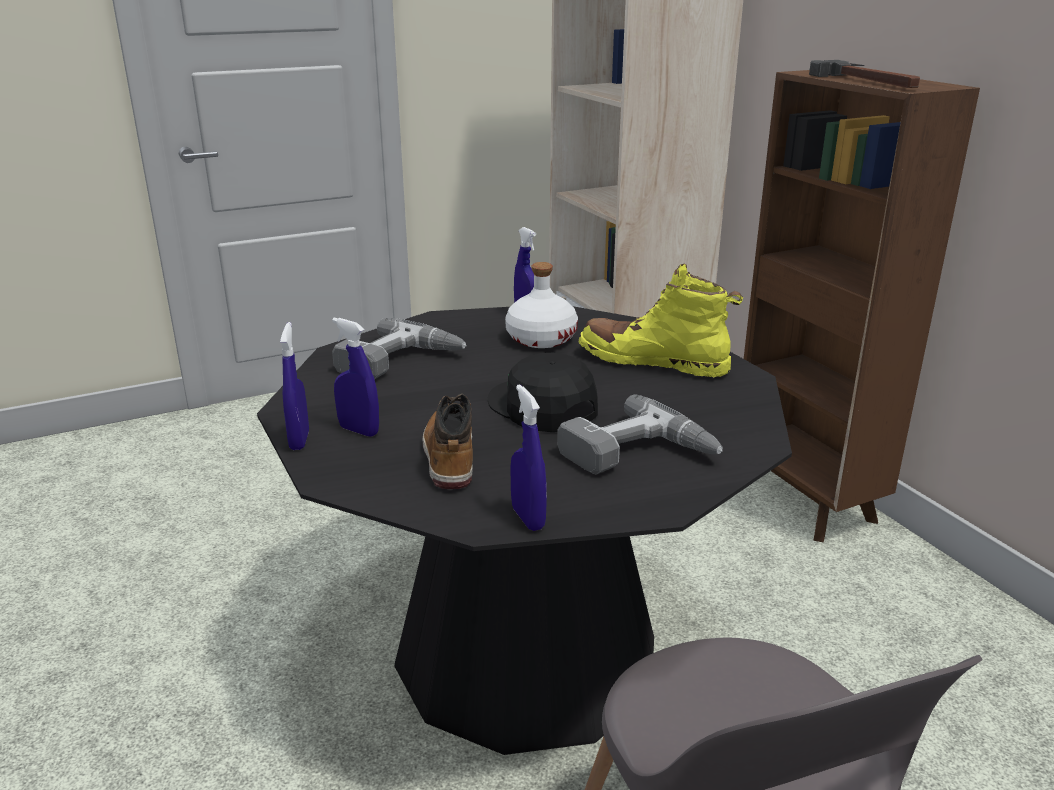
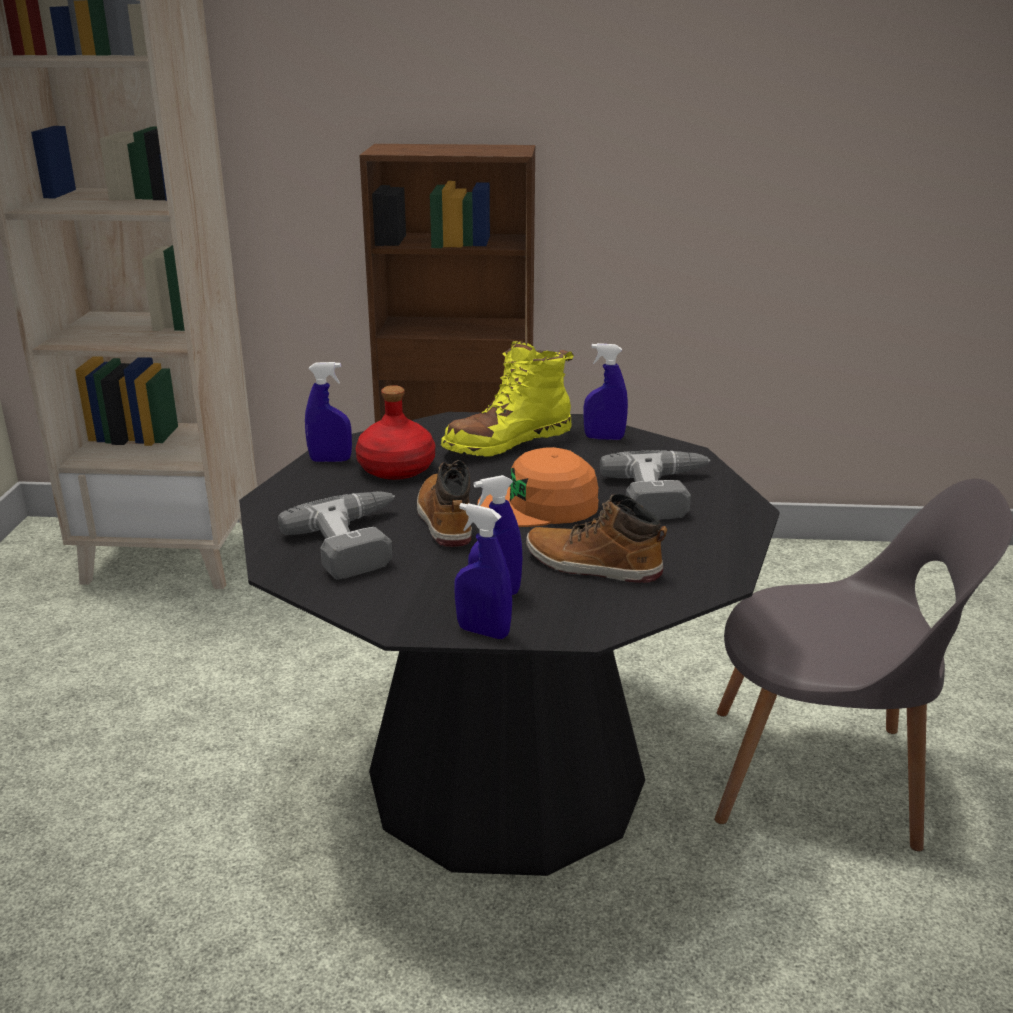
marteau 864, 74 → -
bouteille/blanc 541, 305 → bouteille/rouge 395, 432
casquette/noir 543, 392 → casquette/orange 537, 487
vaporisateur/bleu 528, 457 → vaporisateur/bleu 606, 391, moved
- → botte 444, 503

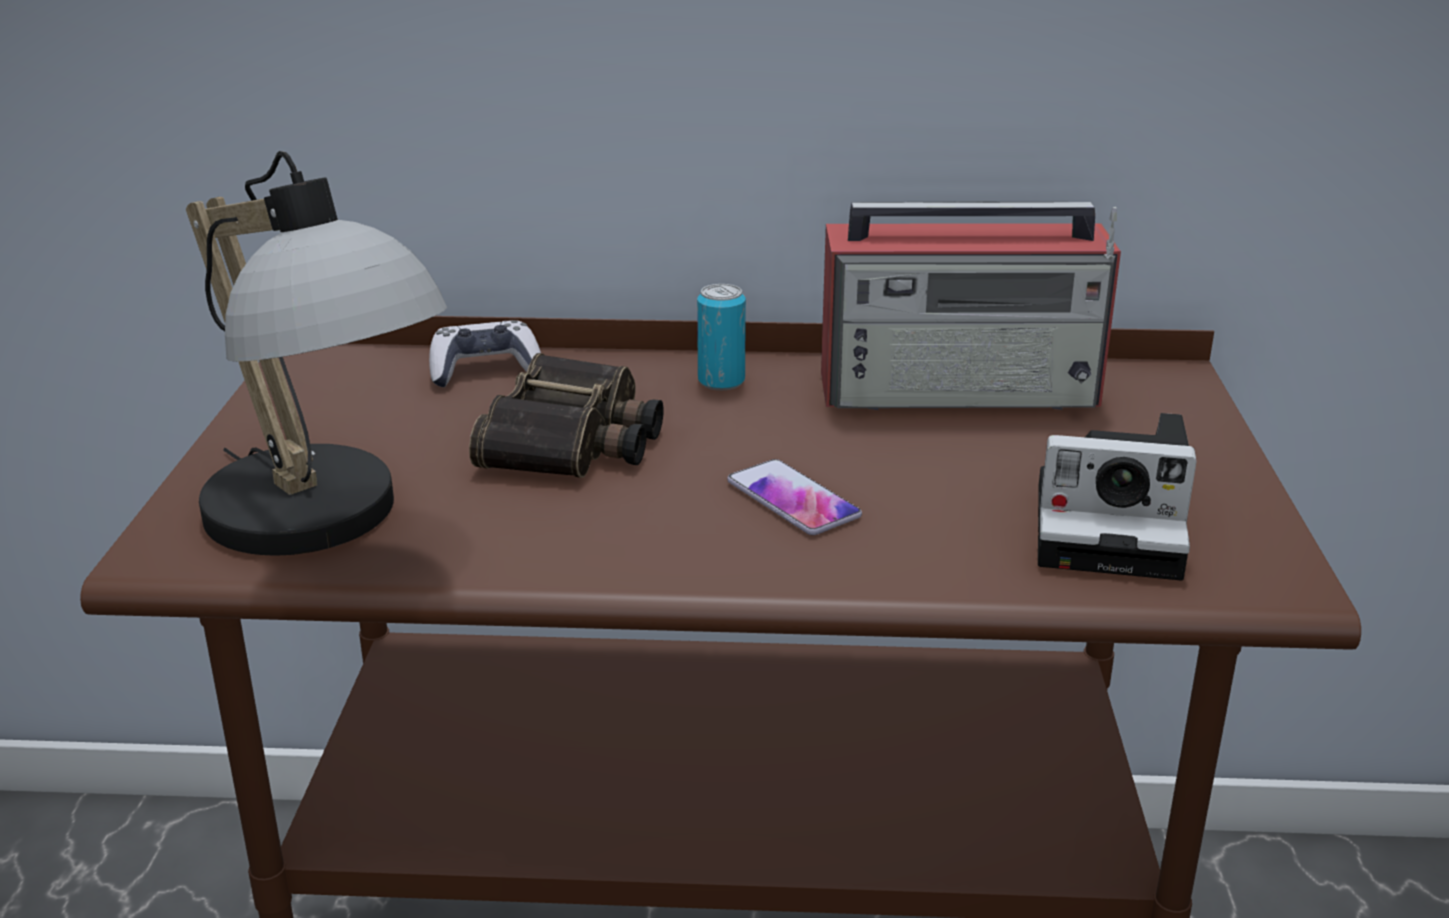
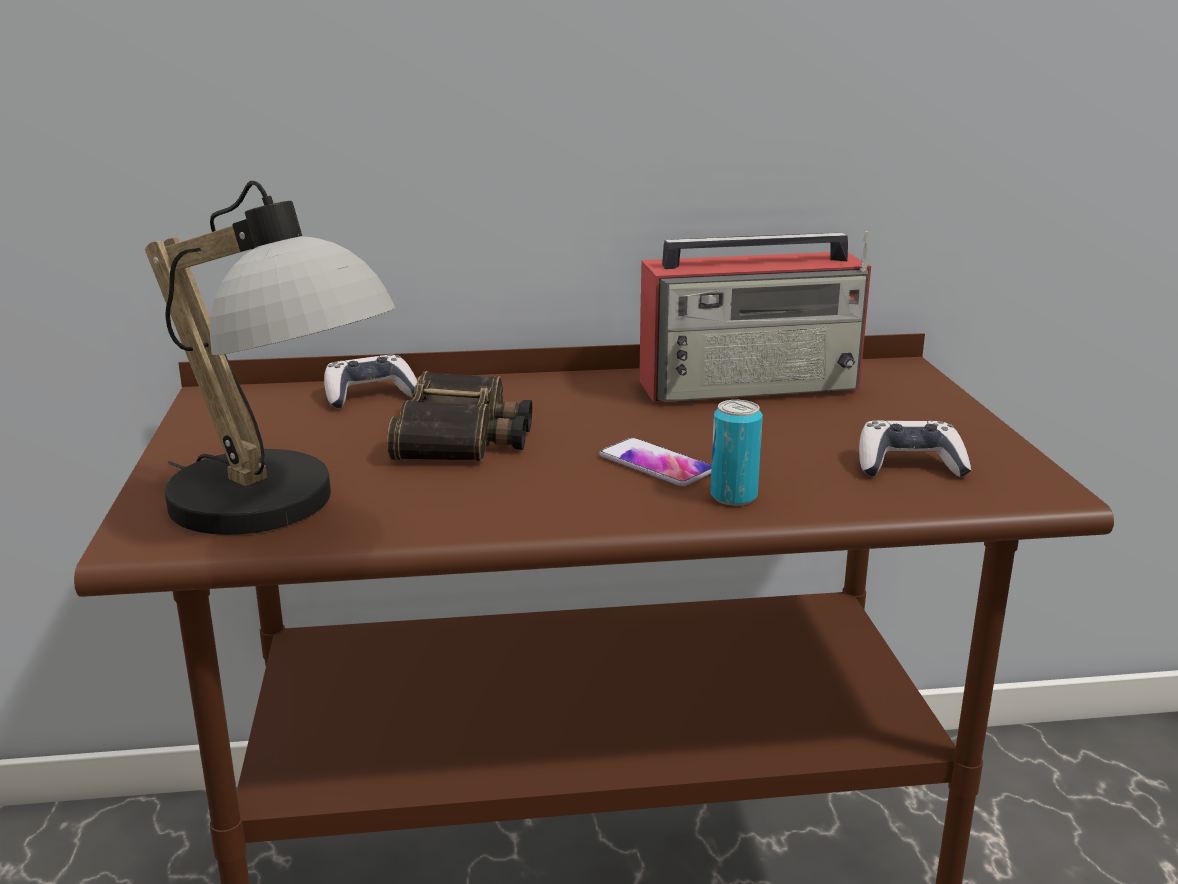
boîte métallique 721, 337 → boîte métallique 736, 453, moved
appareil photo 1117, 496 → manette 915, 448

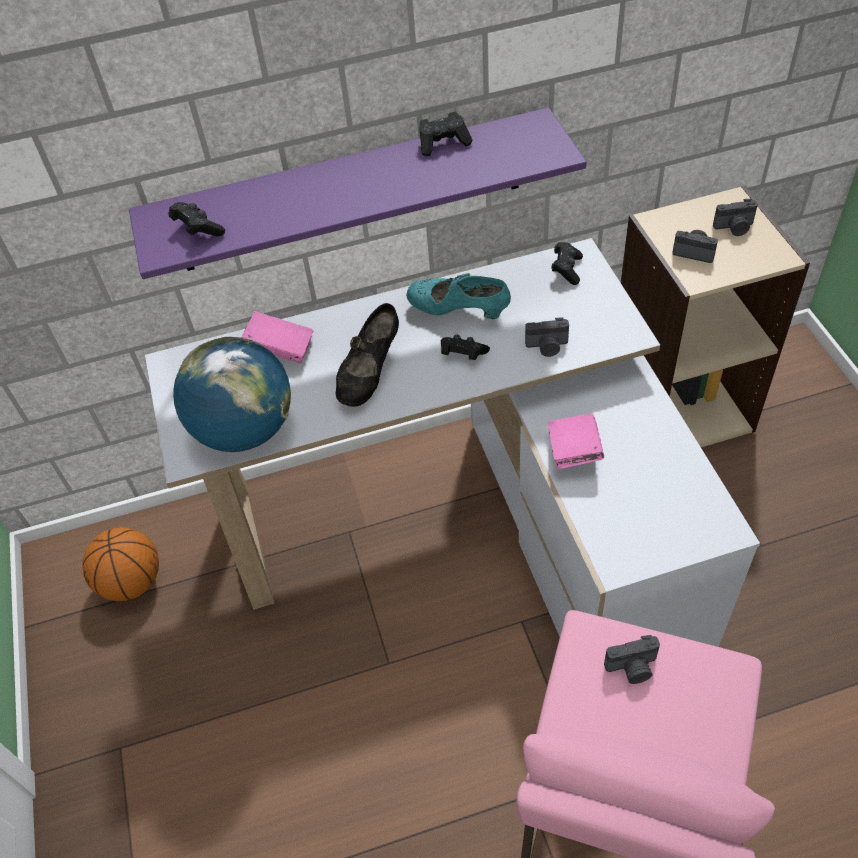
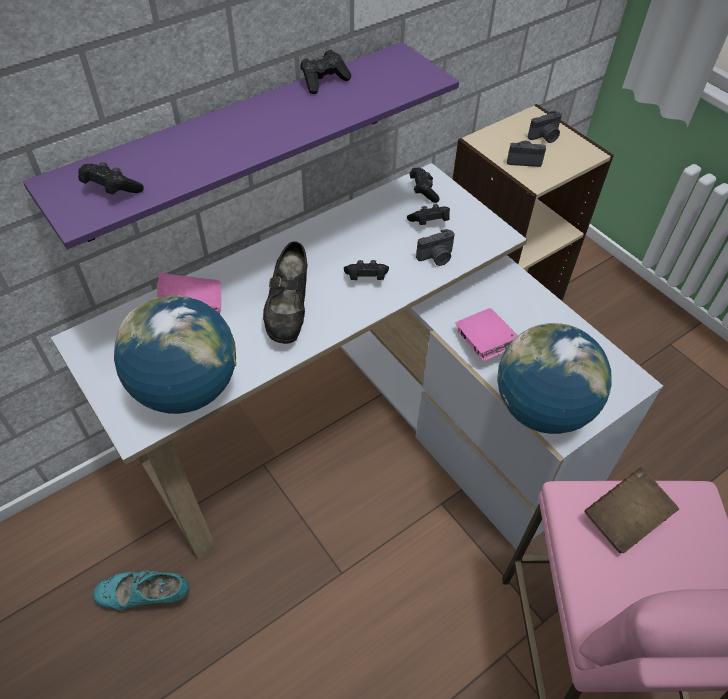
chaussure/turquoise 458, 296 → chaussure/turquoise 141, 590, moved
ballon de basket 120, 564 → -
appareil photo 632, 659 → livre/marron 632, 510
- → manette/noir 428, 214
- → globe 554, 378

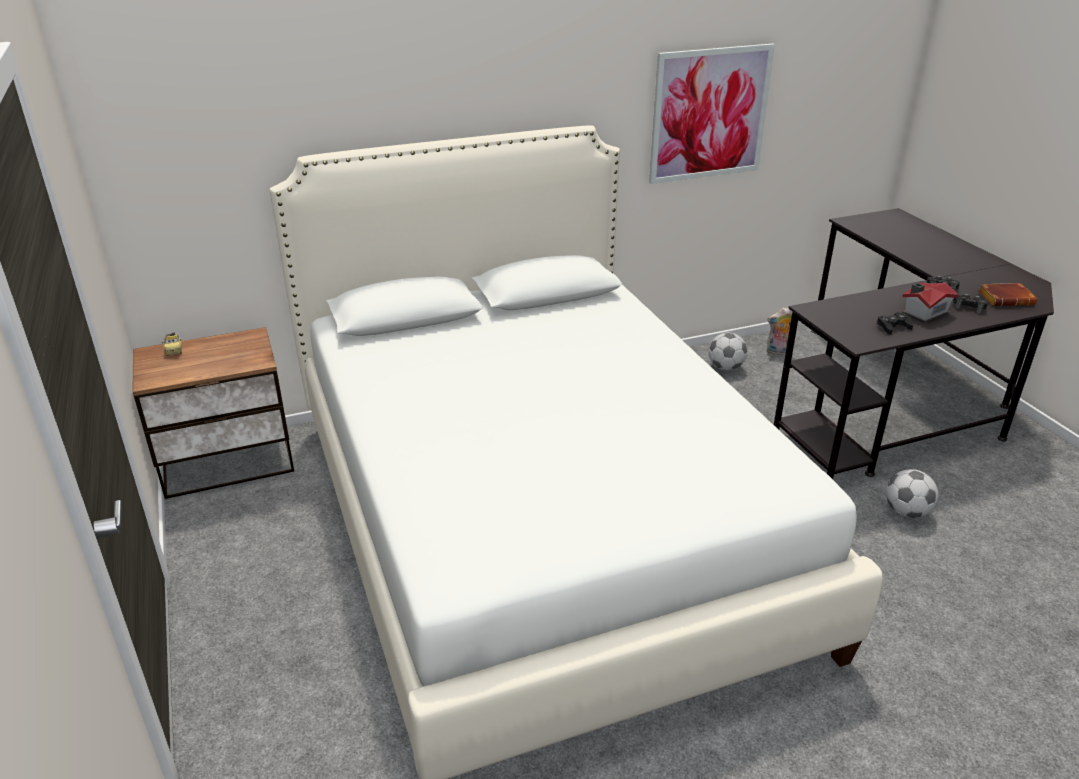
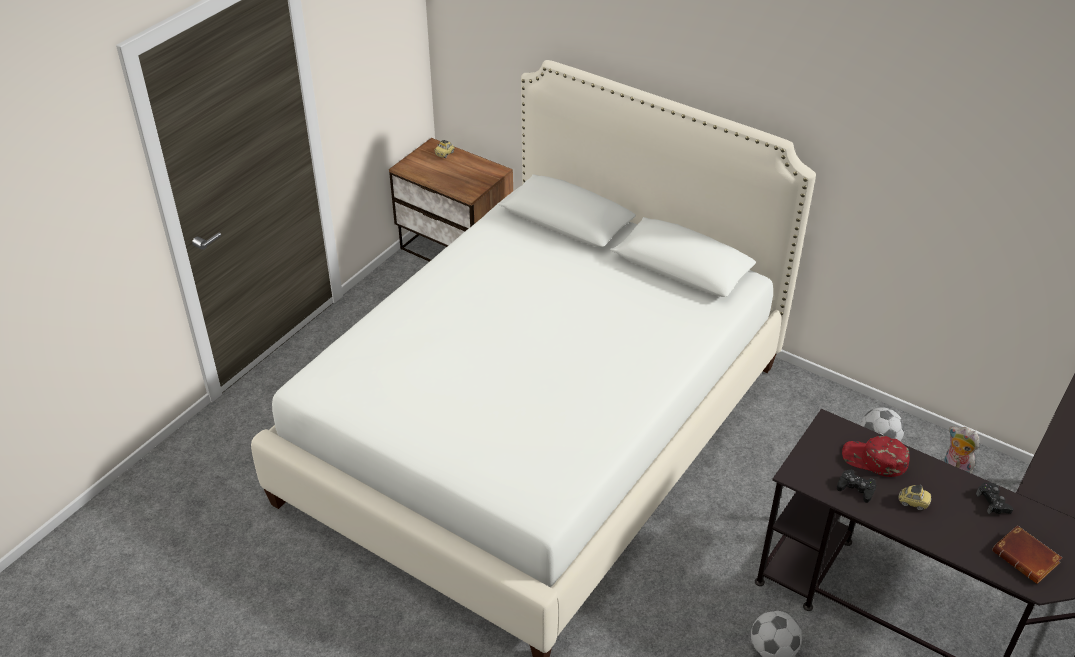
tableau 712, 113 → -
maison miniature 930, 303 → petite voiture 914, 497
manette/noir 970, 303 → -
- → casquette/rouge 876, 456

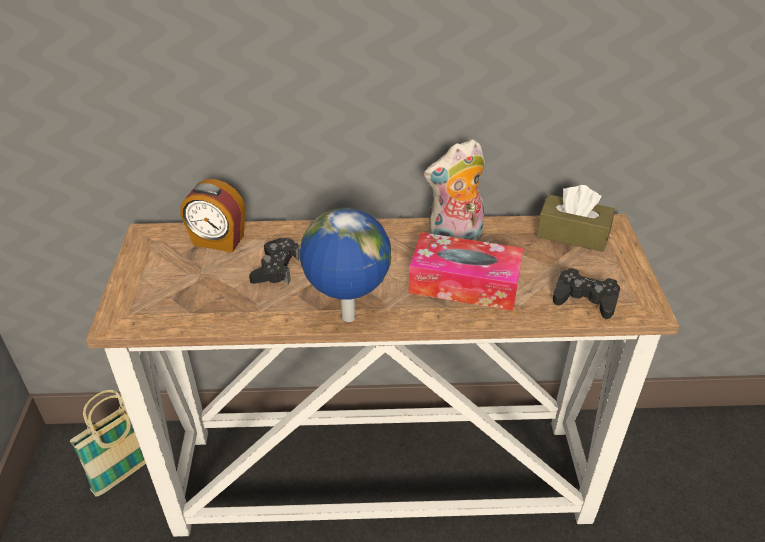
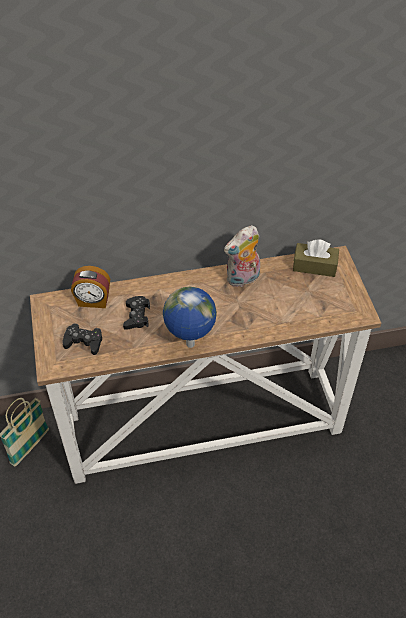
boîte à mouchoirs 466, 271 → -
manette/noir 586, 293 → manette/noir 82, 339, moved

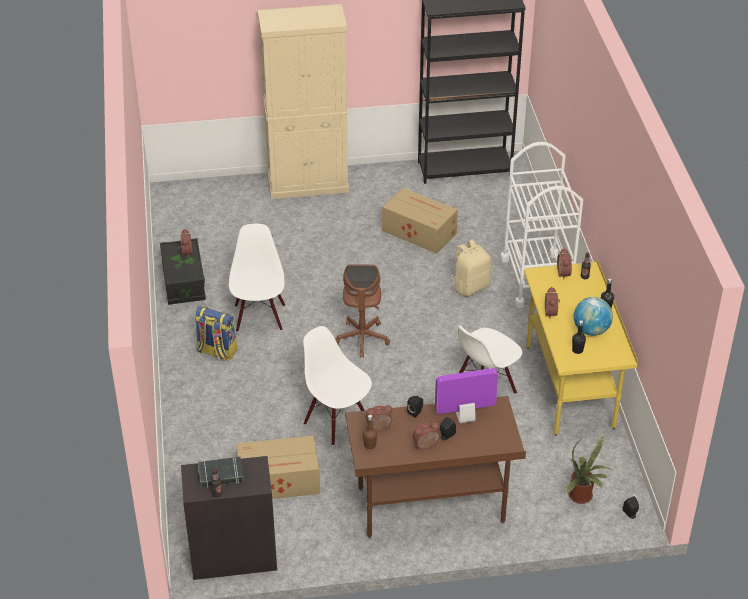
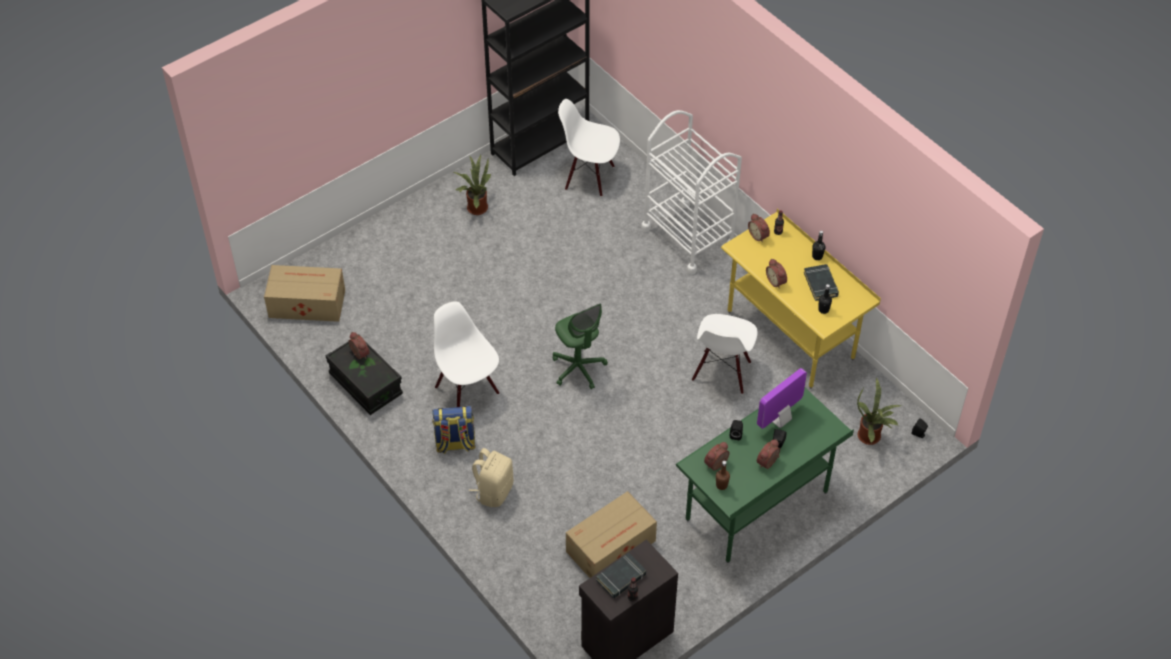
meuble de rangement/beige 303, 101 → -
carton 420, 221 → carton 304, 293, moved
sac à dos/beige 471, 268 → sac à dos/beige 491, 477, moved
chaise de bureau/marron 362, 311 → chaise de bureau/vert 580, 346
globe 593, 316 → livre/noir 821, 282
chaise/blanc 337, 386 → chaise/blanc 589, 148, moved
bureau/marron 435, 467 → bureau/vert 765, 475
- → plante en pot 472, 185

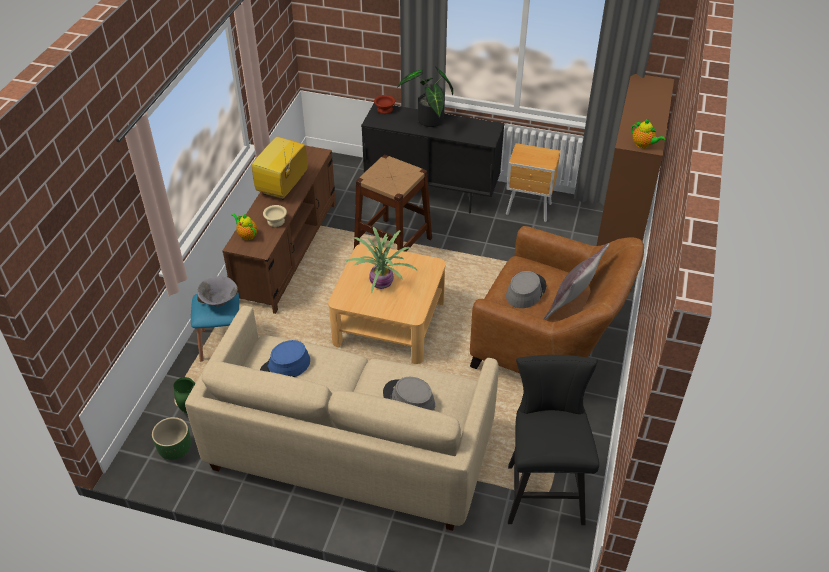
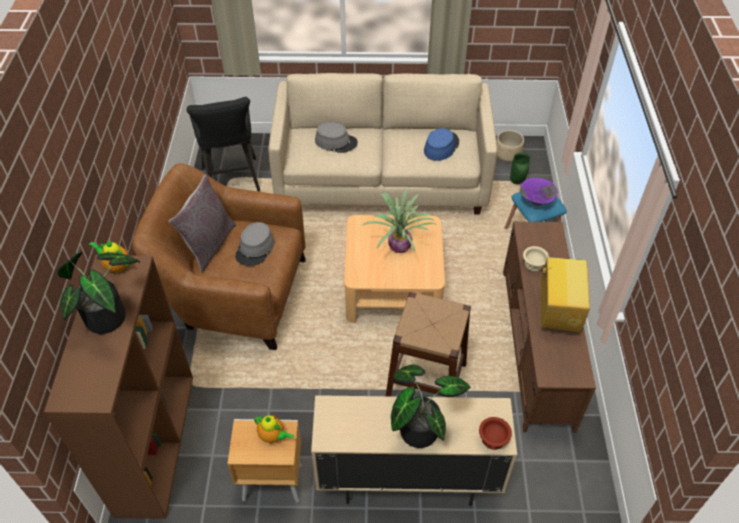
meuble de rangement/noir 433, 158 → meuble de rangement/beige 414, 450
théière 244, 227 → théière 274, 429, moved
bol/gris 217, 291 → bol/violet 539, 191
cache-pot/vert 171, 438 → cache-pot/beige 510, 146
- → plante en pot 98, 292

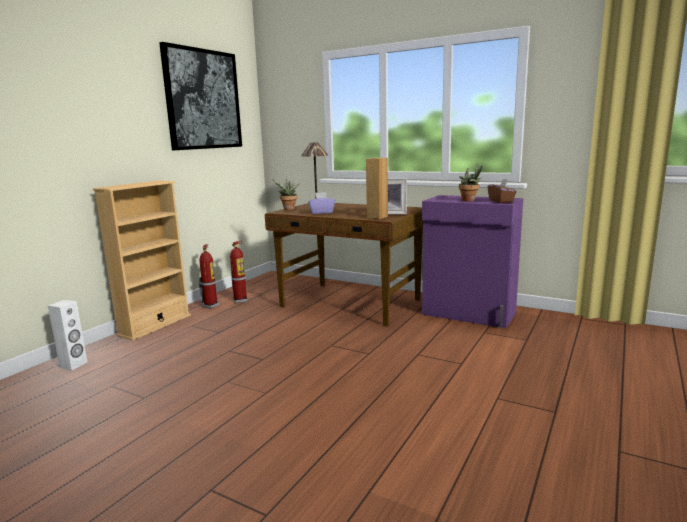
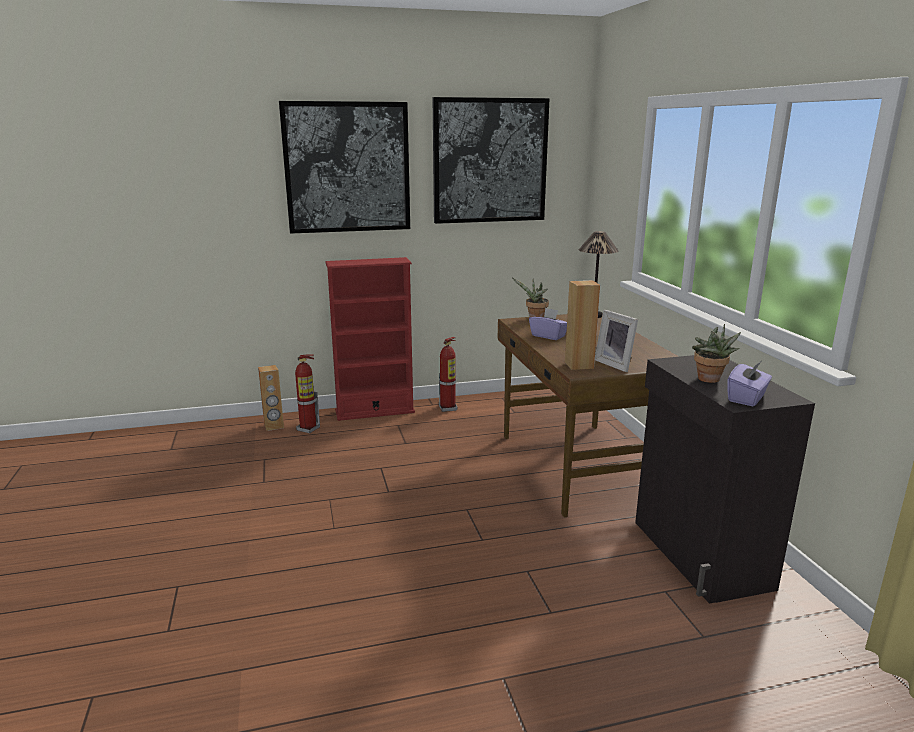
boîte à mouchoirs/marron 502, 191 → boîte à mouchoirs/violet 749, 383
bibliothèque/beige 142, 260 → bibliothèque/rouge 370, 339
meuble de rangement/violet 472, 261 → meuble de rangement/noir 725, 479
extincteur 239, 272 → extincteur 307, 394, moved
enceinte/blanc 67, 335 → enceinte/marron 271, 398
- → tableau 344, 167

